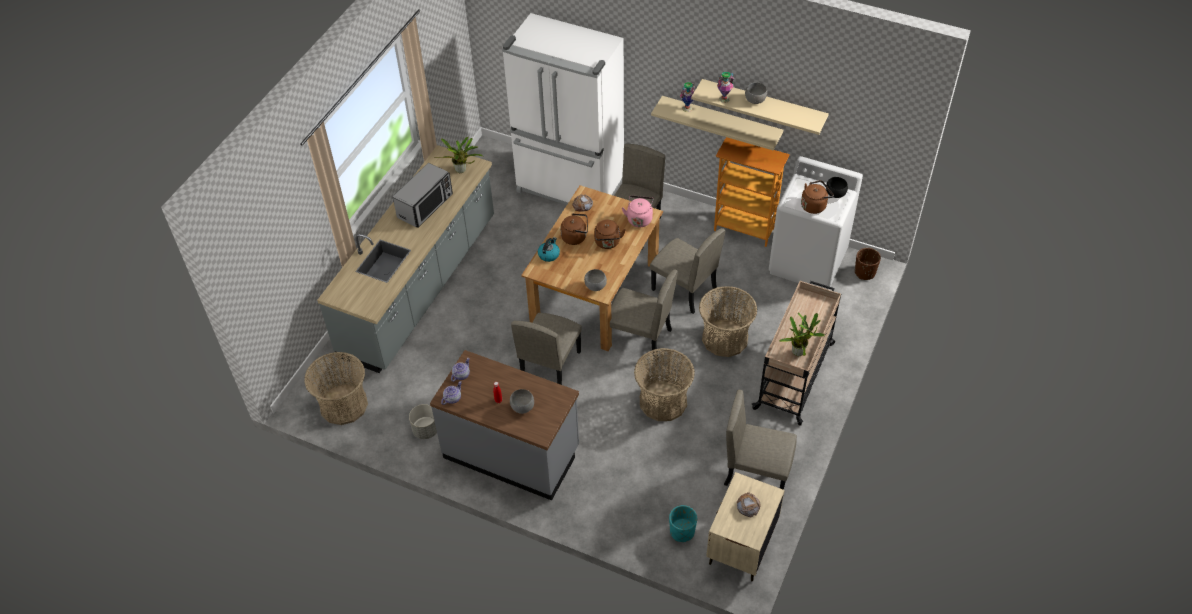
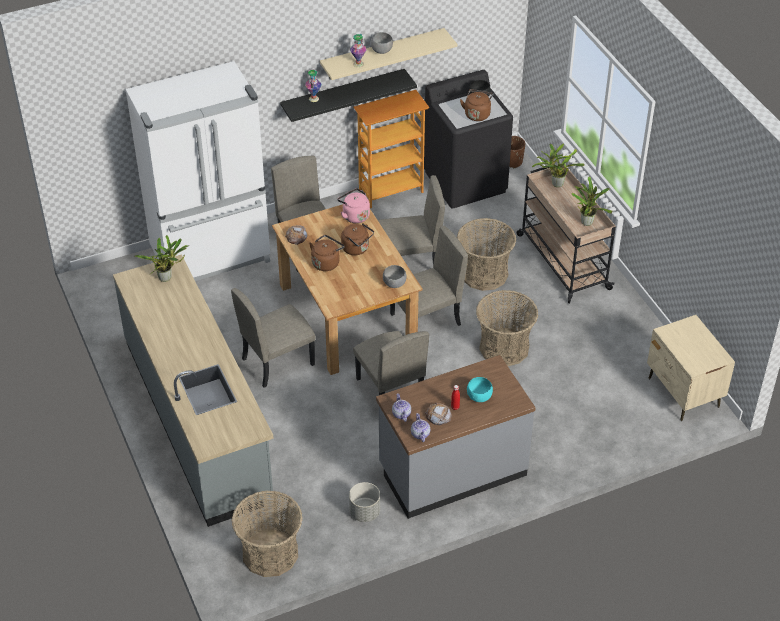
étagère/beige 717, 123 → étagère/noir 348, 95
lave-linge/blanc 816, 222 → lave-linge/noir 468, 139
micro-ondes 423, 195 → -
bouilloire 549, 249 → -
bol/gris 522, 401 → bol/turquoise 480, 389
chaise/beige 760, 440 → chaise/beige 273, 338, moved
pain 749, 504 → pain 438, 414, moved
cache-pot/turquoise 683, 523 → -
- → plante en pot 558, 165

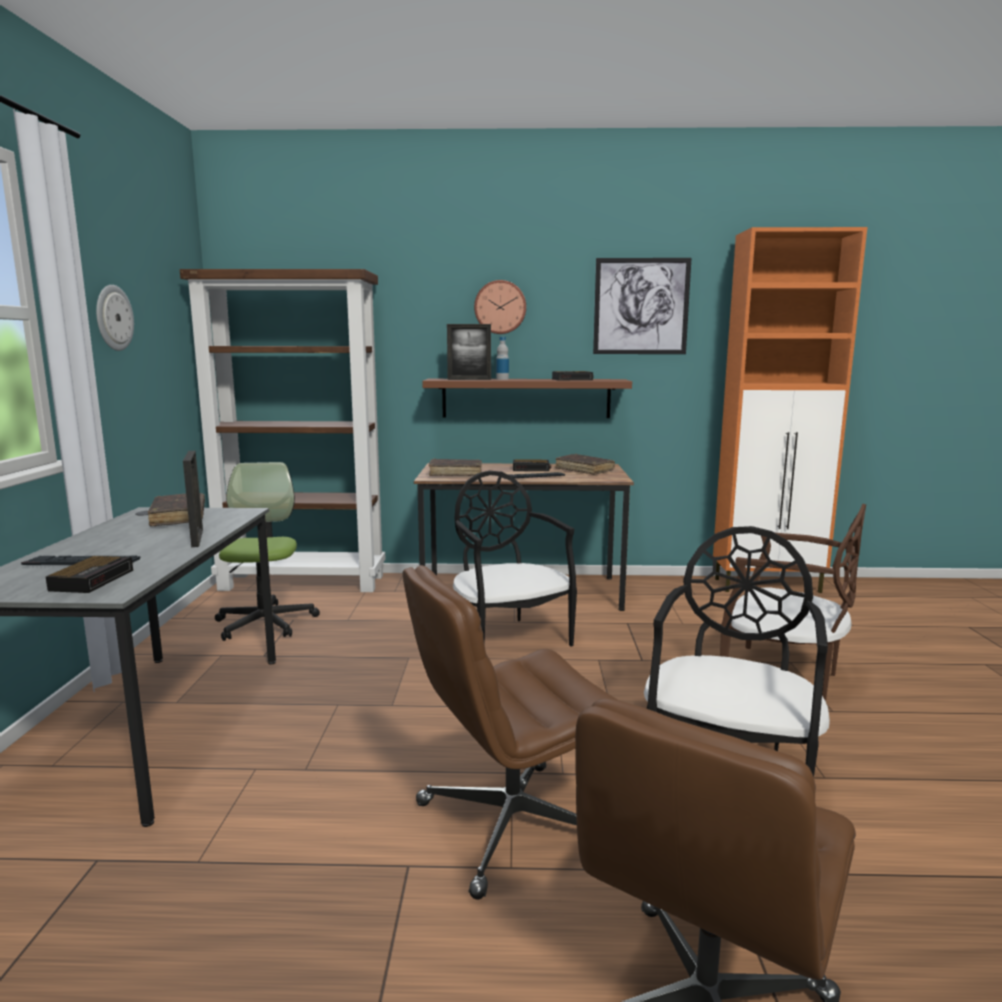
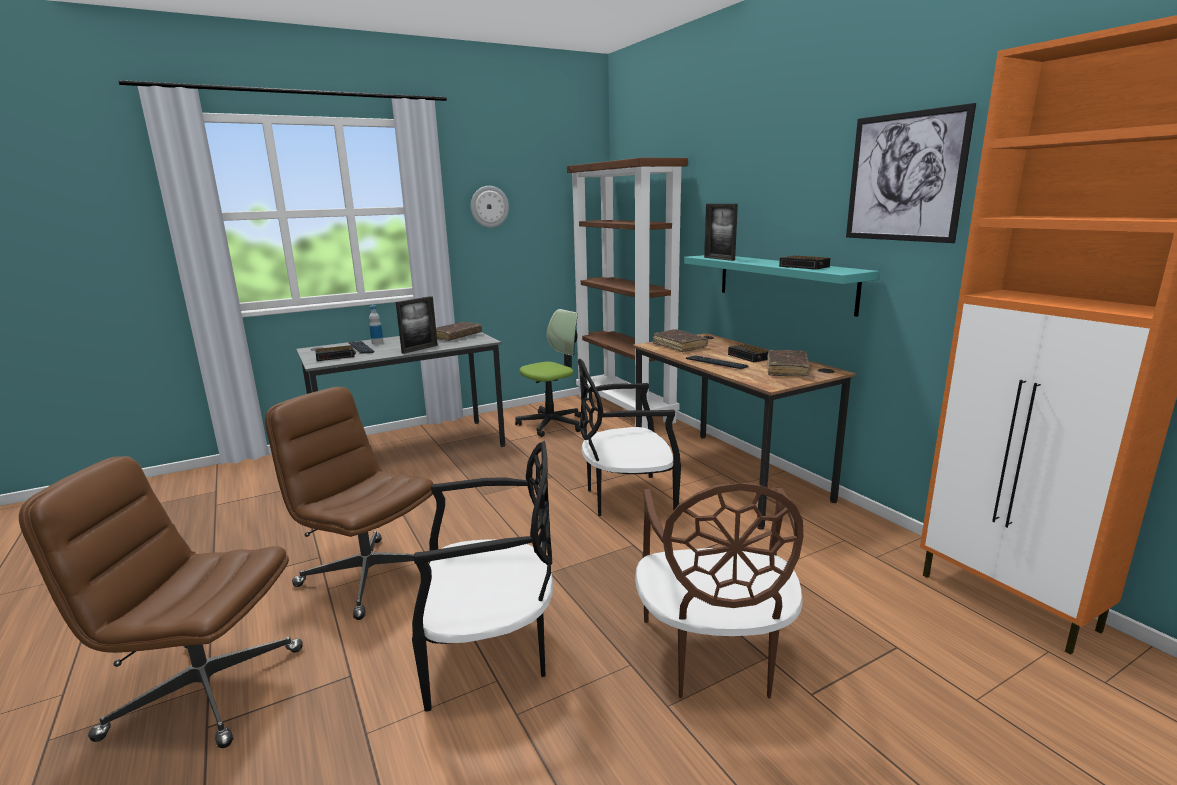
horloge murale 500, 307 → -
bouteille 502, 358 → bouteille 376, 324, moved
étagère/marron 527, 398 → étagère/turquoise 781, 286
chaise/noir 515, 558 → chaise/noir 629, 437, 135 degrees counterclockwise

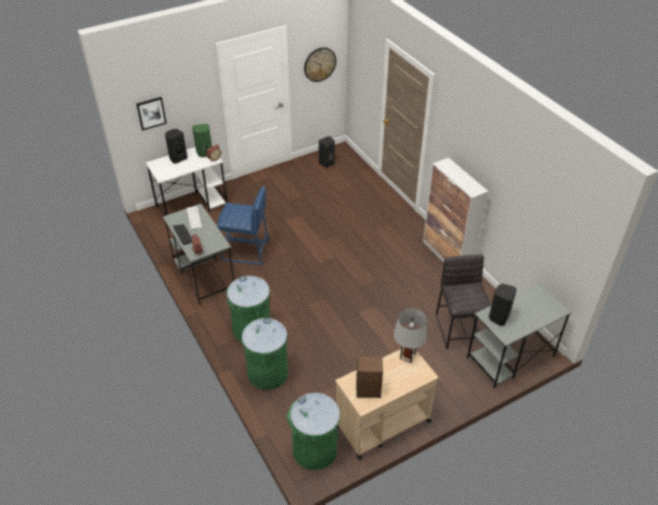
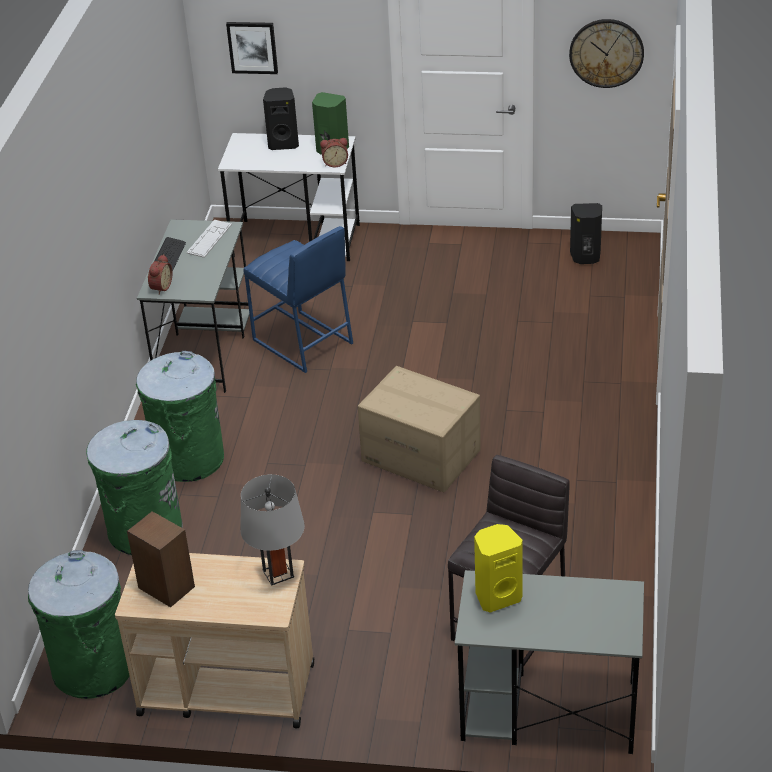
meuble de rangement 455, 210 → -
enceinte/noir 503, 305 → enceinte/jaune 498, 568
- → carton 419, 429

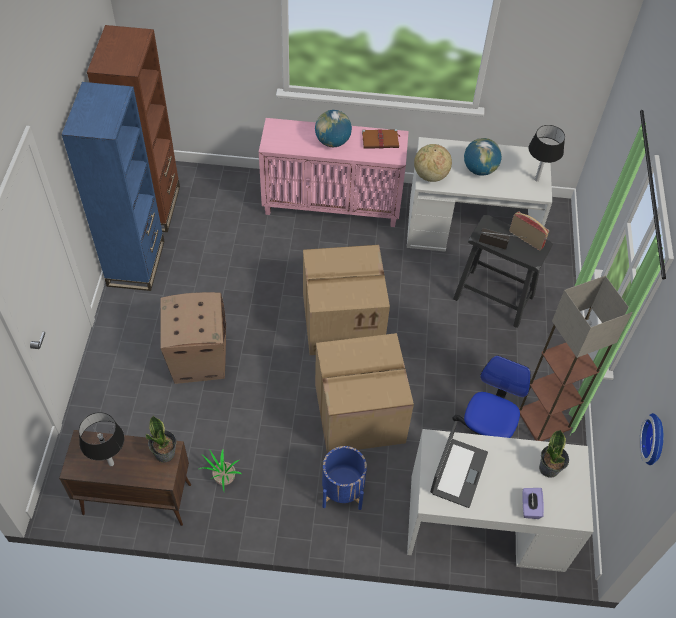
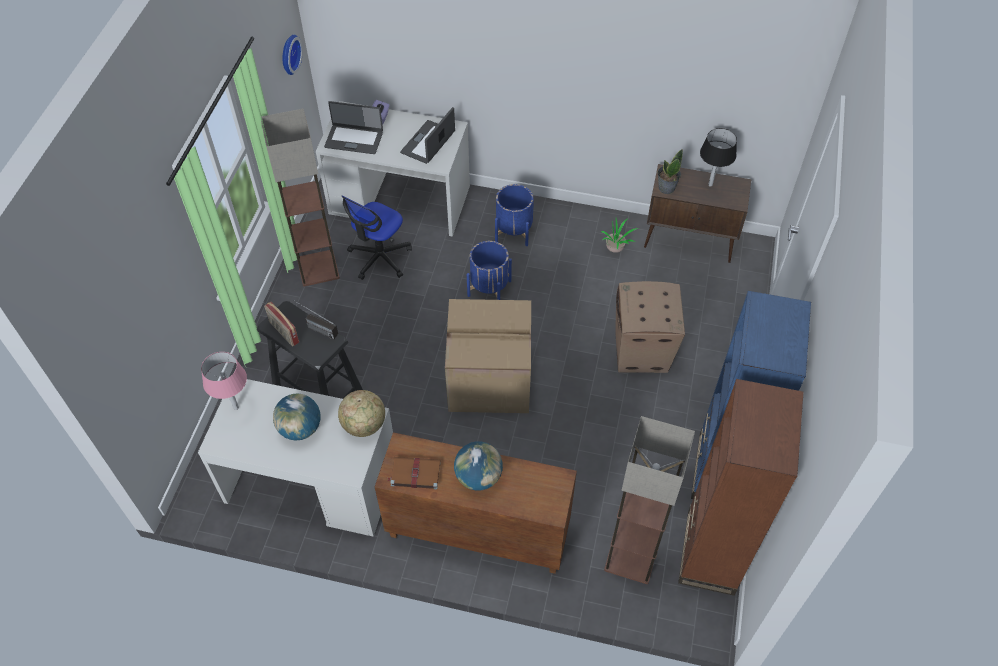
meuble de rangement/rose 334, 172 → meuble de rangement/marron 476, 503
lampe de table/noir 547, 153 → lampe de table/rose 224, 381
carton 364, 393 → cache-pot/bleu 489, 270
plante en pot 554, 454 → ordinateur portable 353, 127
- → lampadaire 649, 500

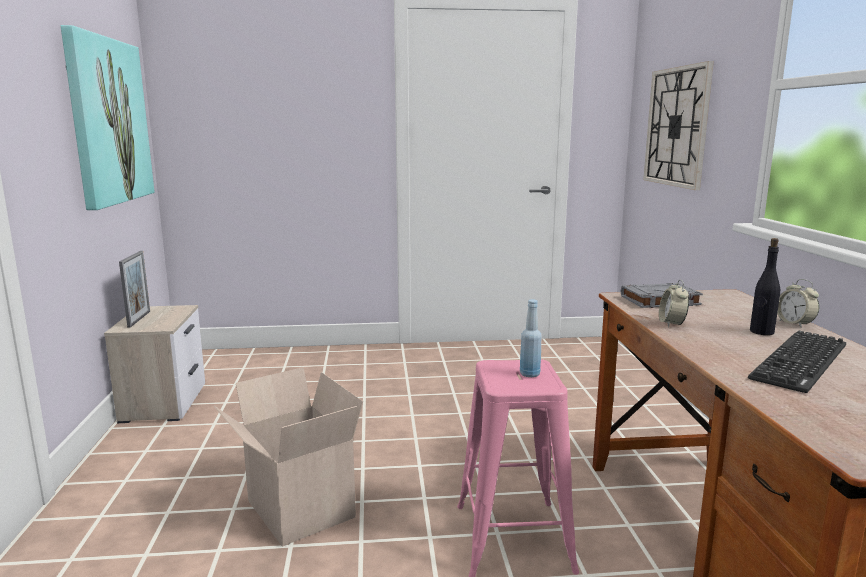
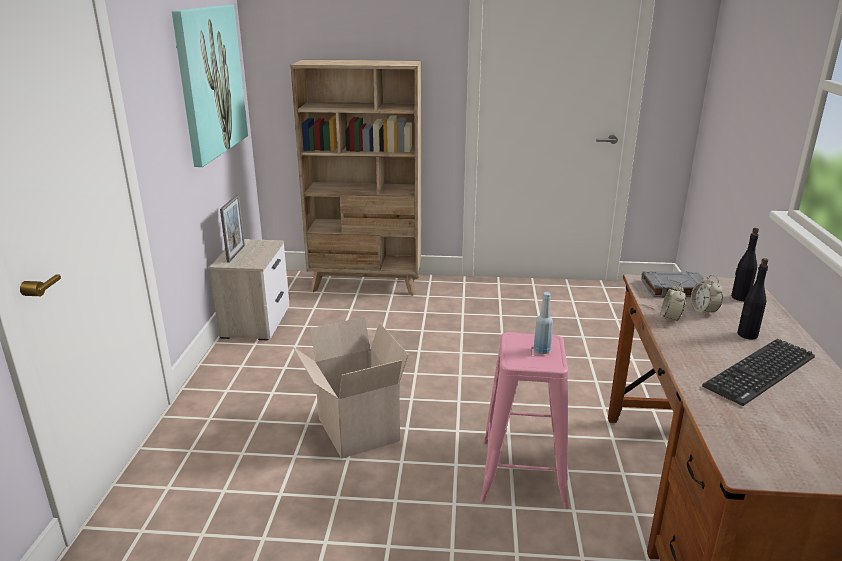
horloge murale 678, 125 → -
réveil 798, 303 → réveil 707, 295, moved
- → bibliothèque/beige 355, 178
- → bouteille/noir 745, 264

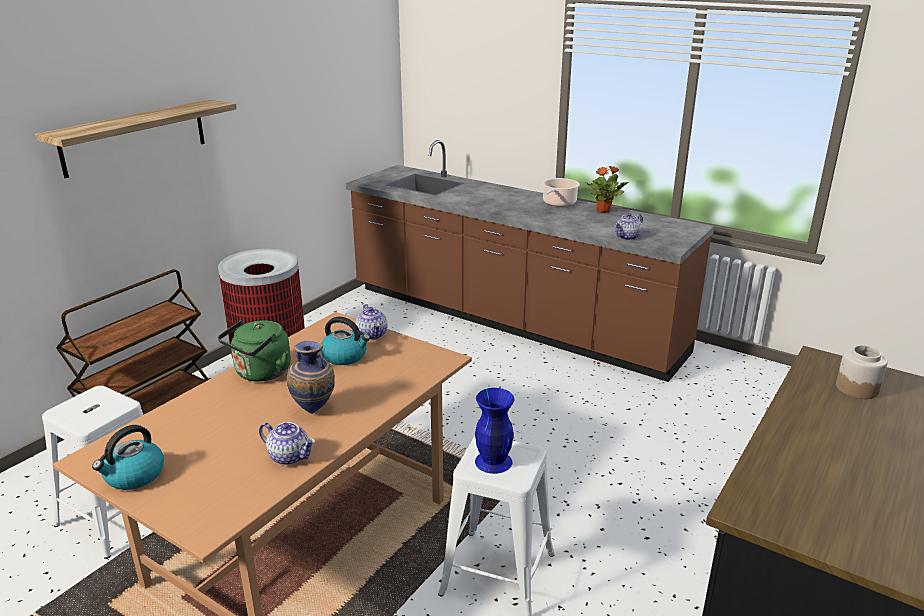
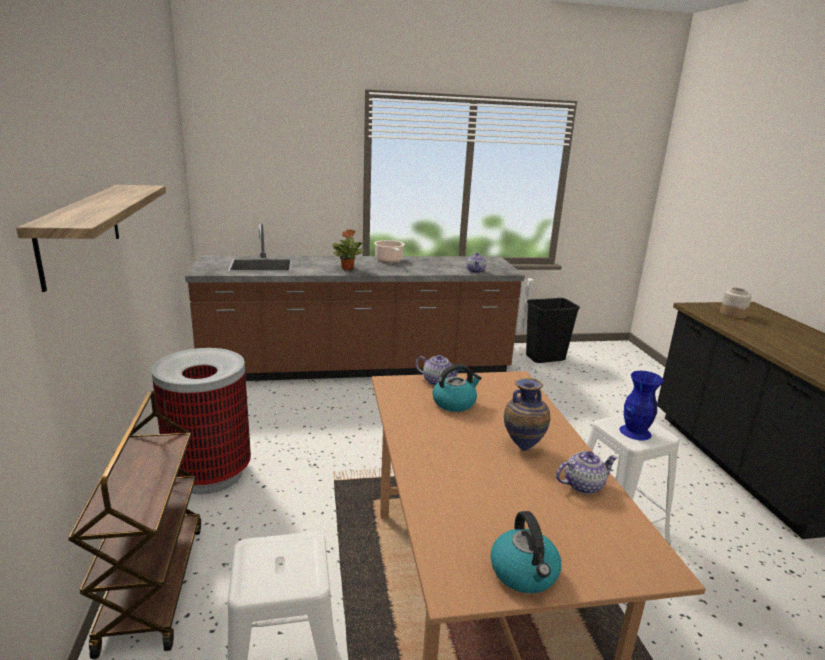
plante en pot 607, 189 → plante en pot 348, 249, moved
bouilloire/vert 254, 351 → -
- → poubelle/noir 553, 330

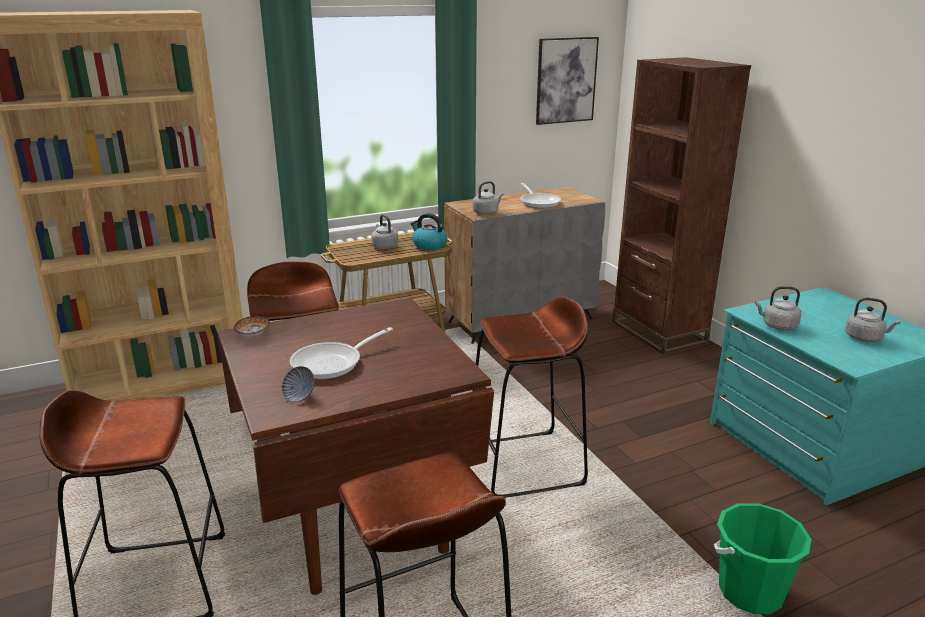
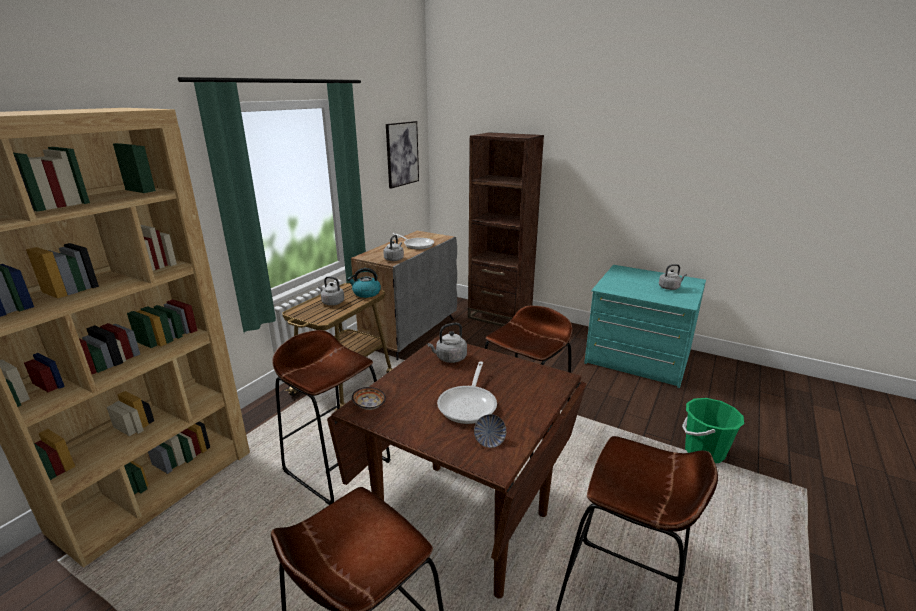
bouilloire/gris 778, 308 → bouilloire/gris 447, 343, moved

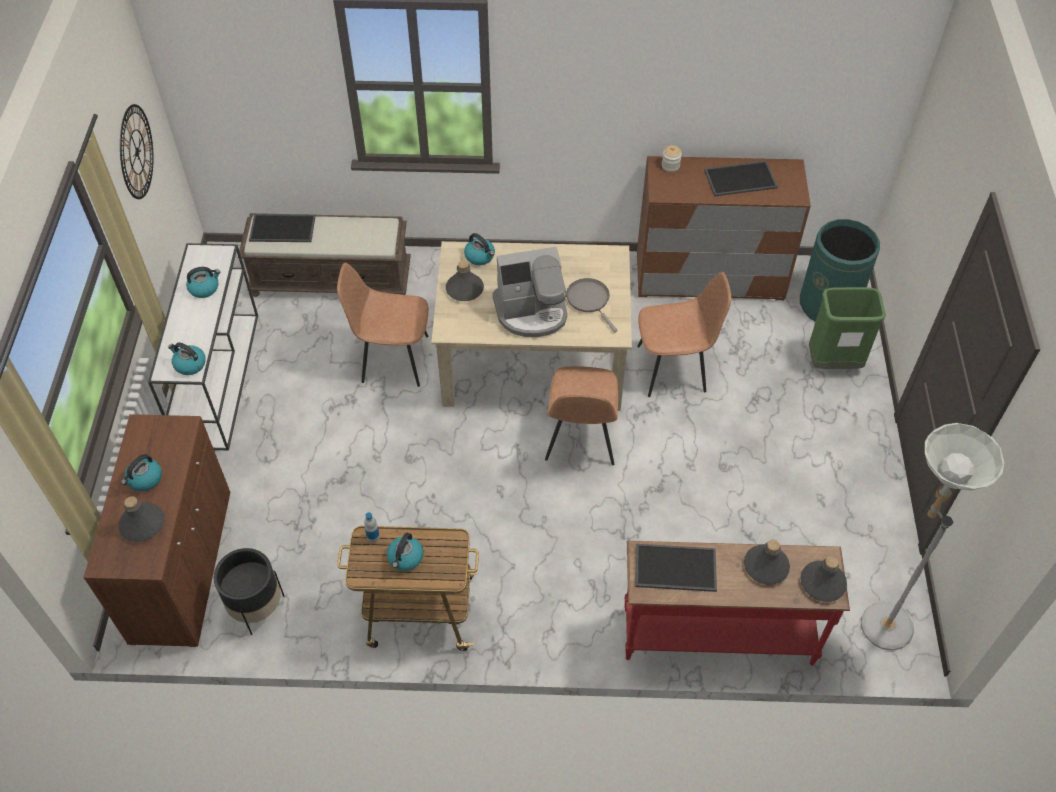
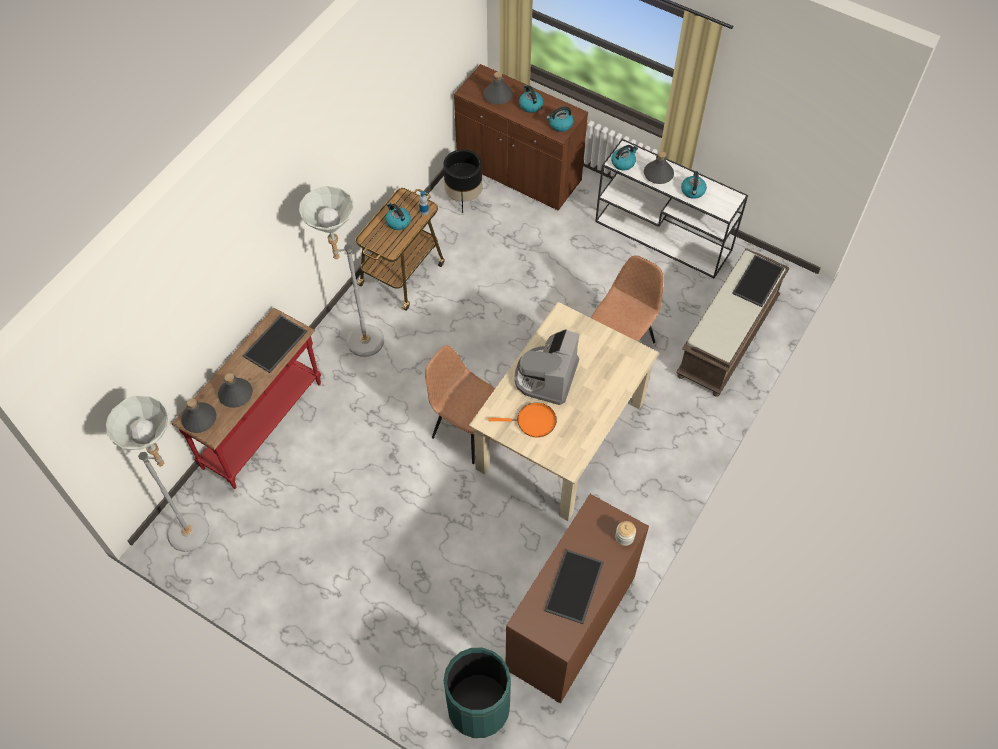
horloge murale 136, 151 → -
bouilloire 479, 249 → bouilloire 560, 119, moved
bouteille/gris 465, 280 → bouteille/gris 659, 167, moved
chaise/marron 684, 334 → -
poêle/gris 592, 305 → poêle/orange 523, 420
poubelle/vert 847, 328 → -
- → lampadaire/gris 341, 271

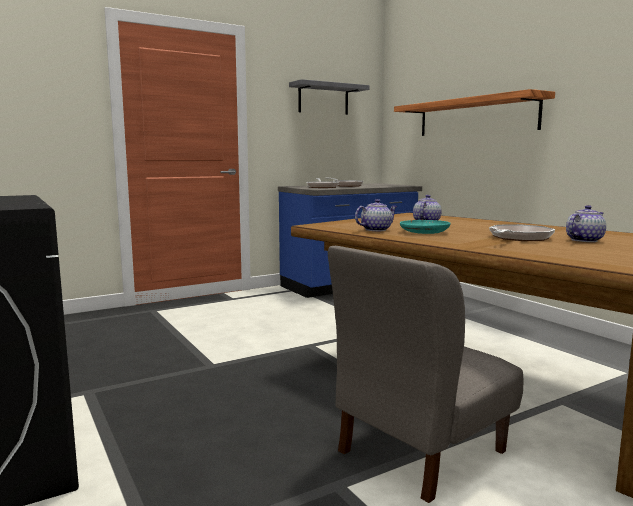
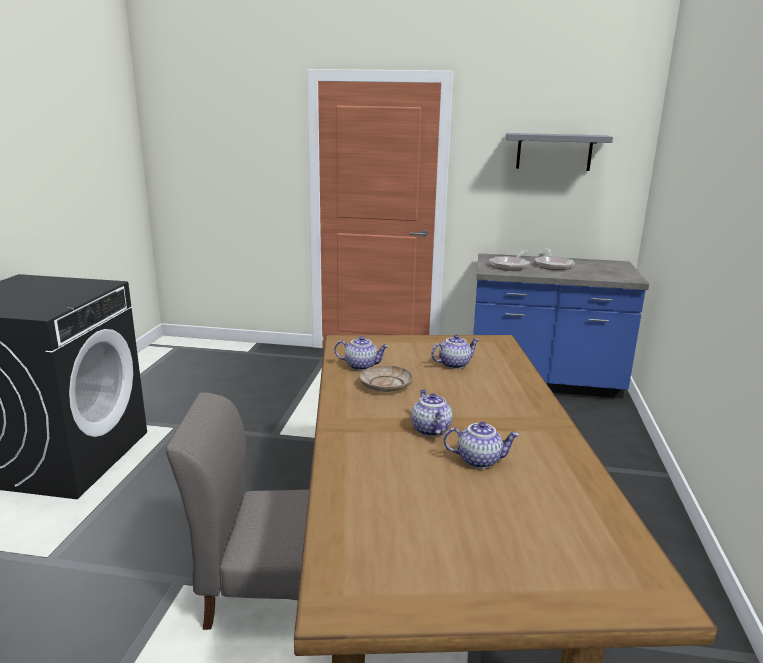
étagère 474, 112 → -
assiette/turquoise 425, 227 → assiette/beige 386, 378
poêle 522, 232 → théière 431, 413

